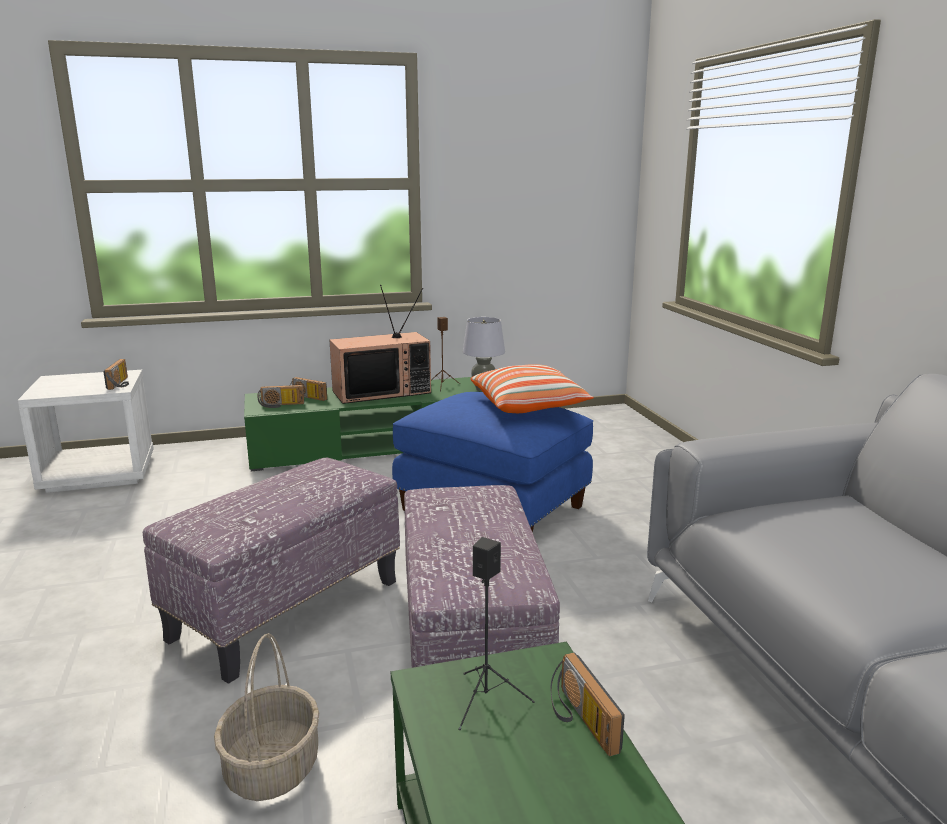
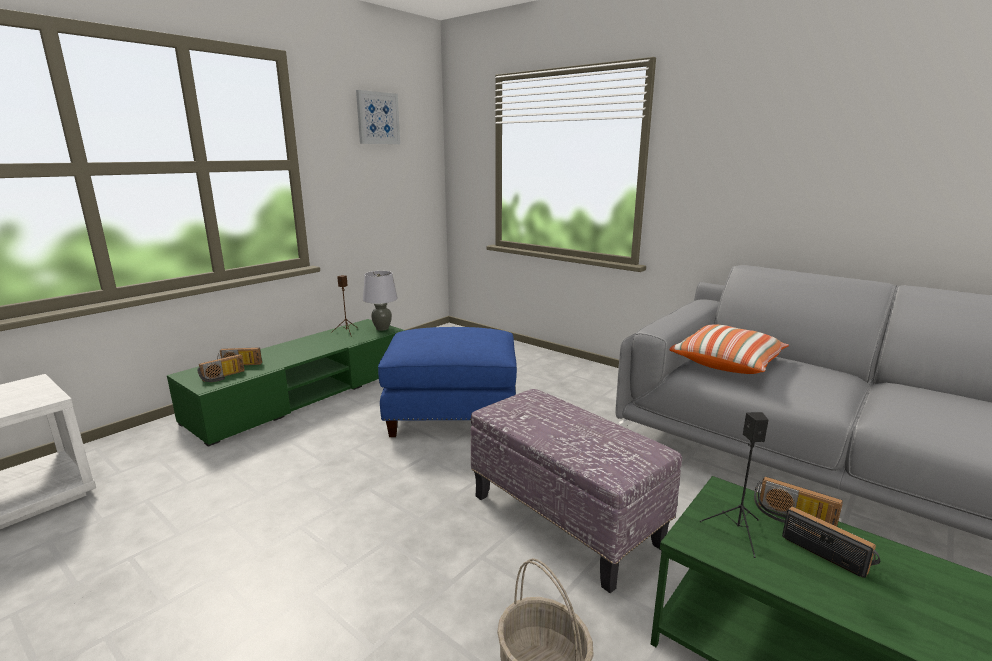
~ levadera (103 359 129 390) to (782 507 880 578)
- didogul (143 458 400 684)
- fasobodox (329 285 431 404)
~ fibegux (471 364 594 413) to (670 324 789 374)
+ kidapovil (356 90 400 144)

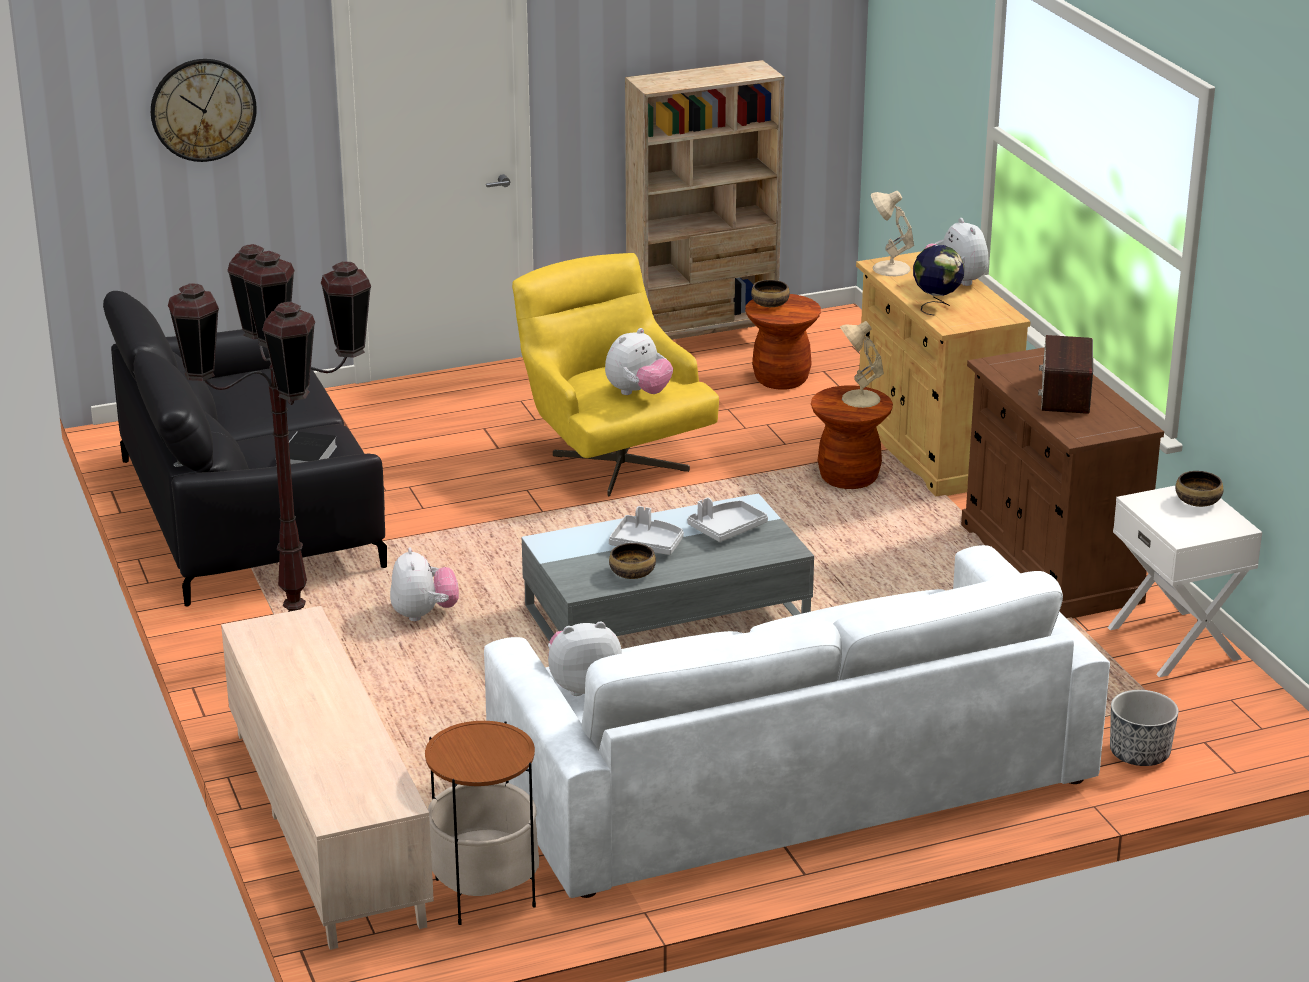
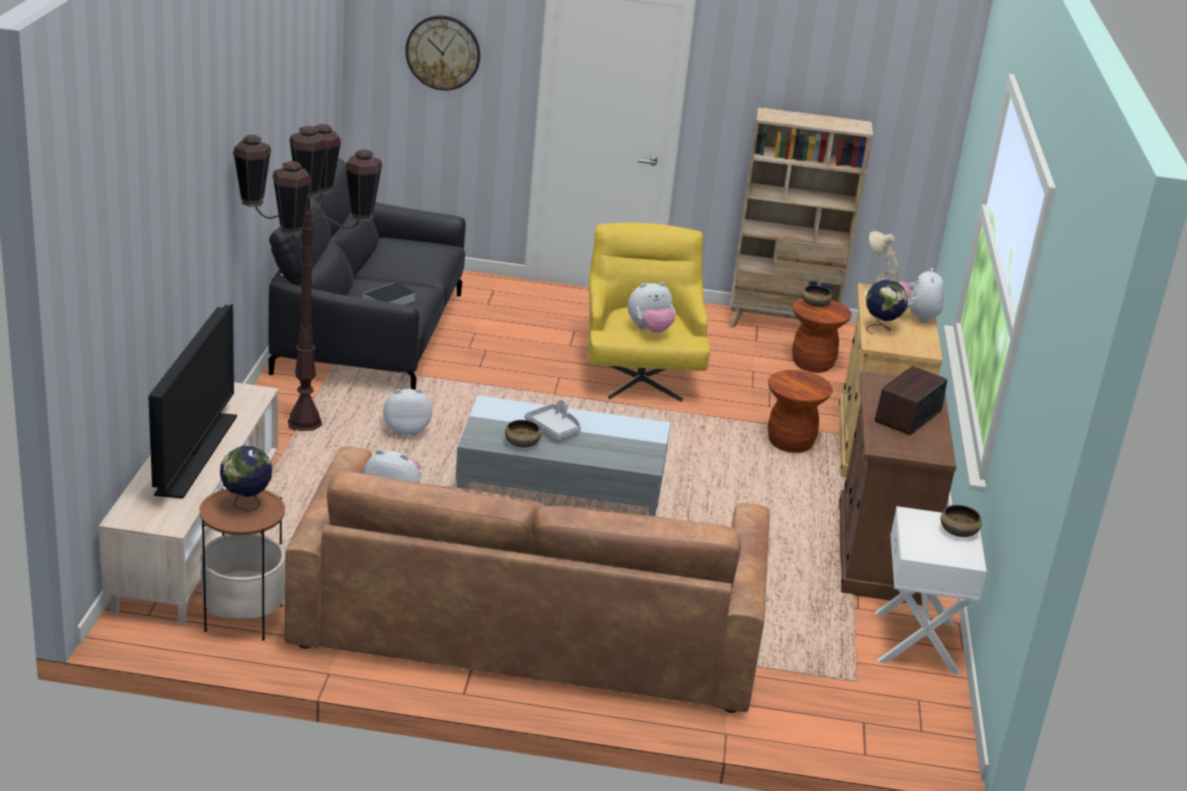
~ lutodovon (390 547 459 621) = (383 389 432 436) 120 degrees counterclockwise
~ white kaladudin (484 545 1110 898) to brown kaladudin (285 446 769 713)
- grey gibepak (687 498 768 542)
- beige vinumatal (840 321 884 408)
- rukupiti (1110 690 1179 766)
+ fasobodox (148 304 237 499)
+ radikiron (220 446 272 512)

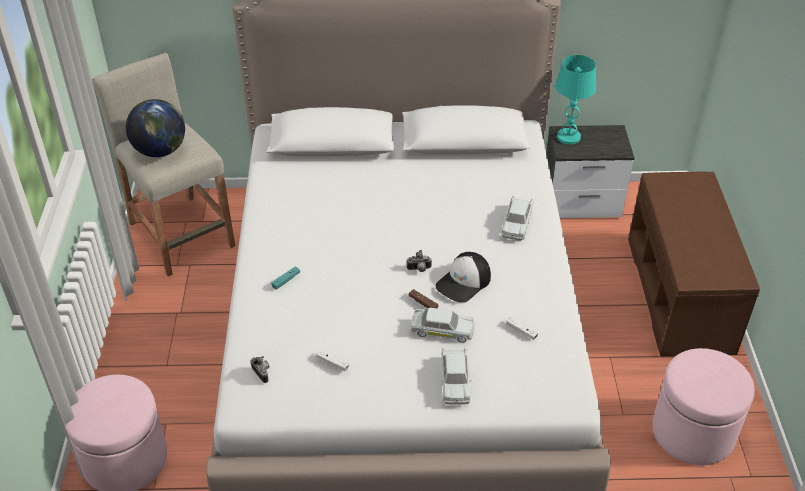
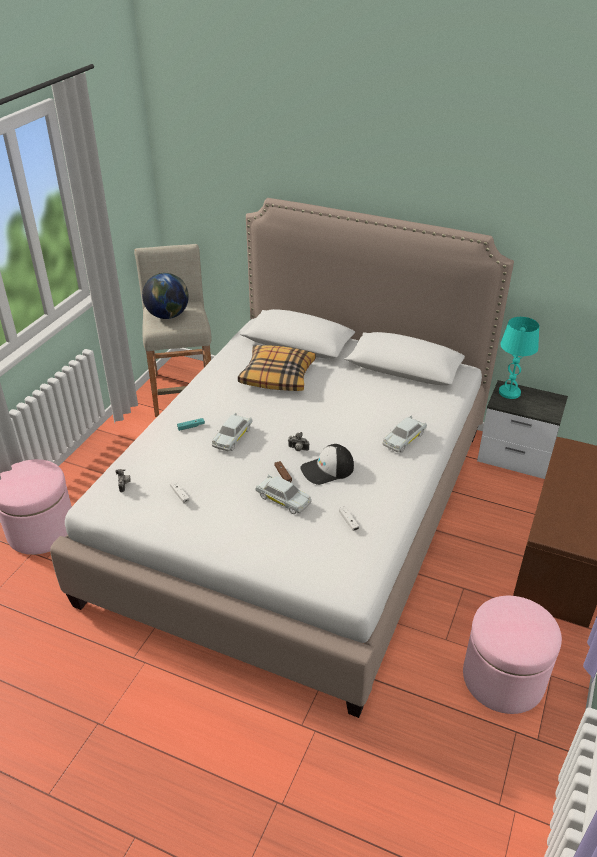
~ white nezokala (441 348 471 405) to (212 413 253 451)
+ fibegux (238 345 316 391)

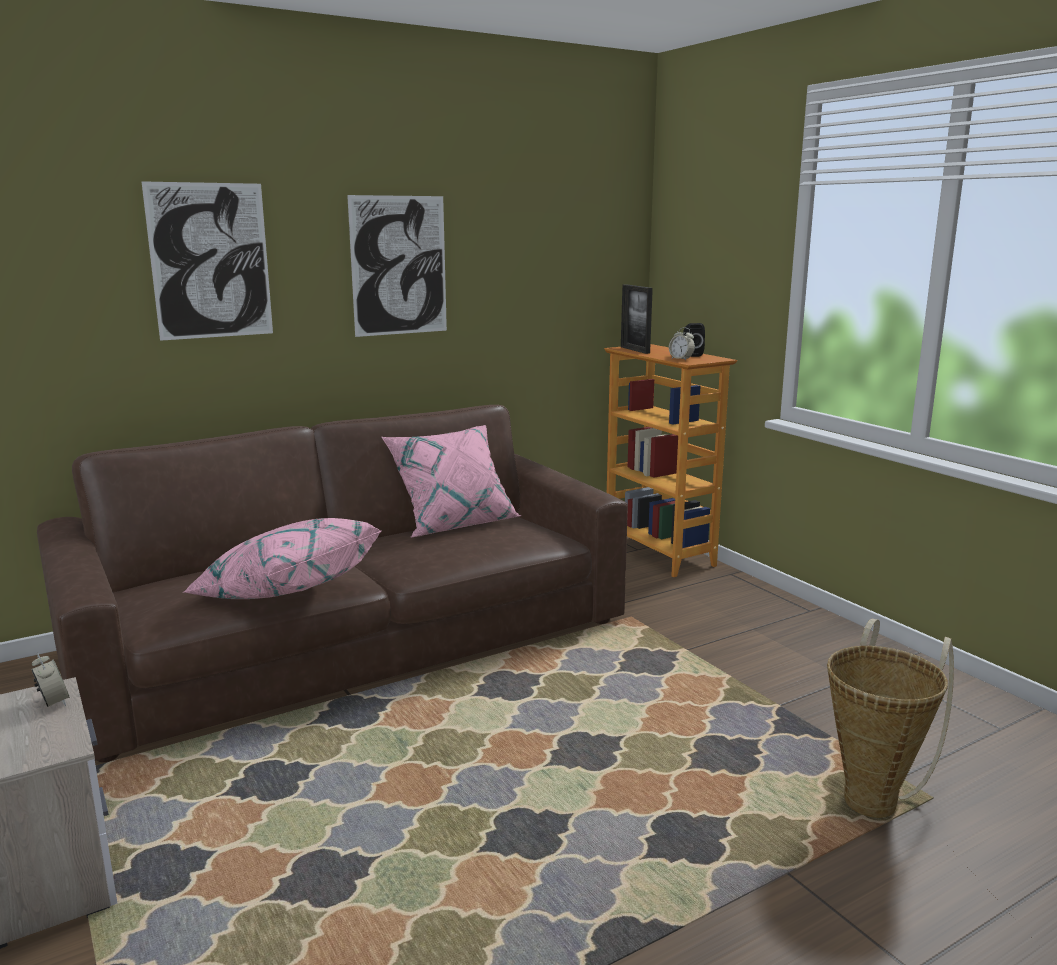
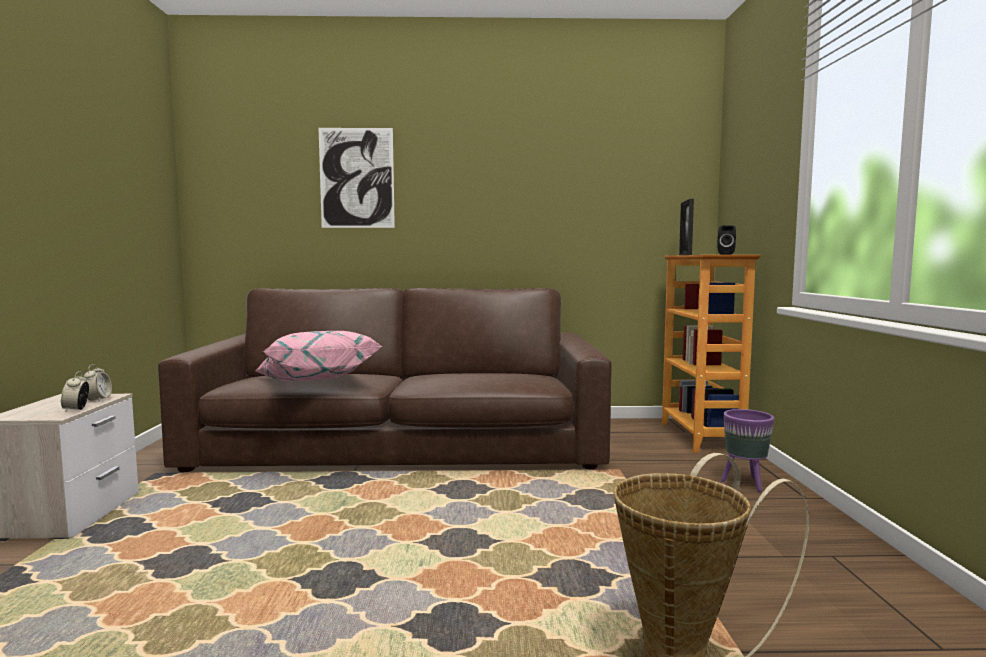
- kidapovil (347 195 447 337)
- pink fibegux (382 425 521 538)
~ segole (669 327 695 360) to (61 371 89 412)
+ purple rukupiti (721 409 774 492)

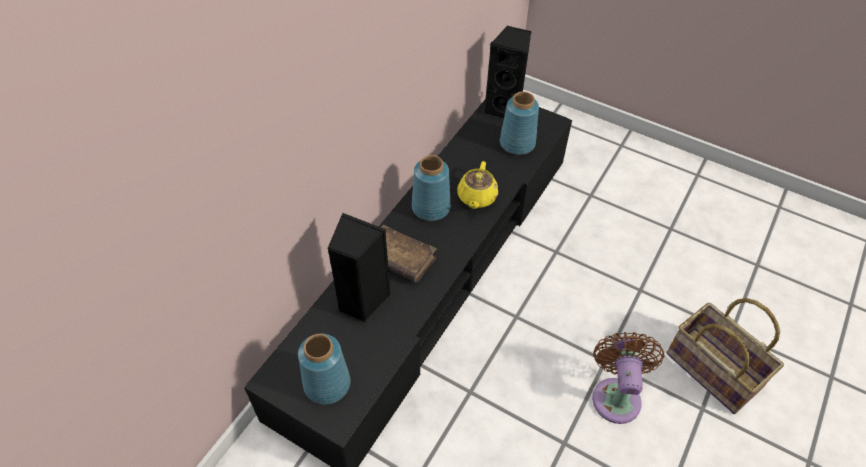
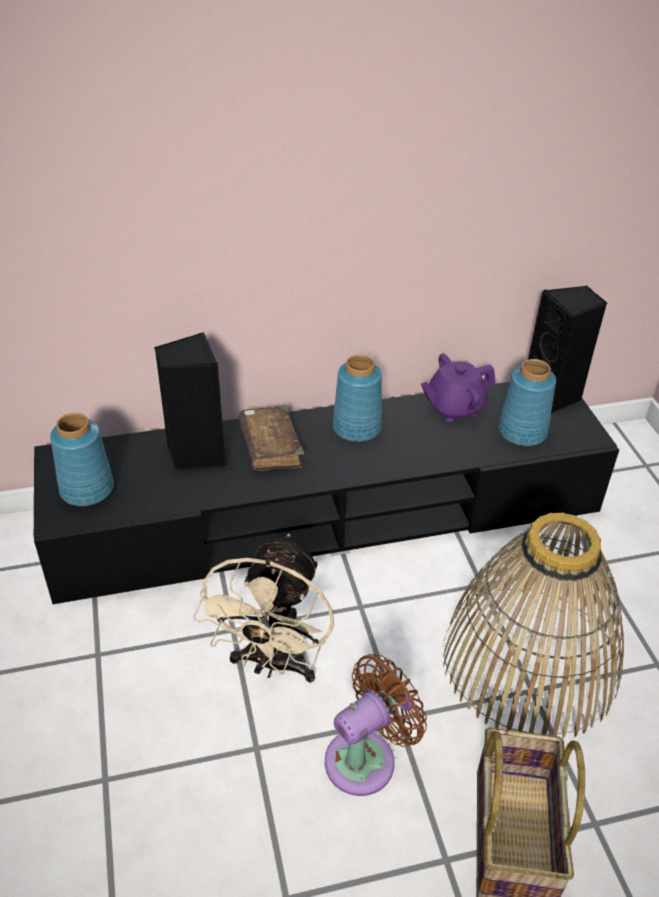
- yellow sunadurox (458 161 498 209)
+ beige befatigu (193 533 334 683)
+ purple sunadurox (421 354 496 422)
+ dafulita (443 512 624 739)

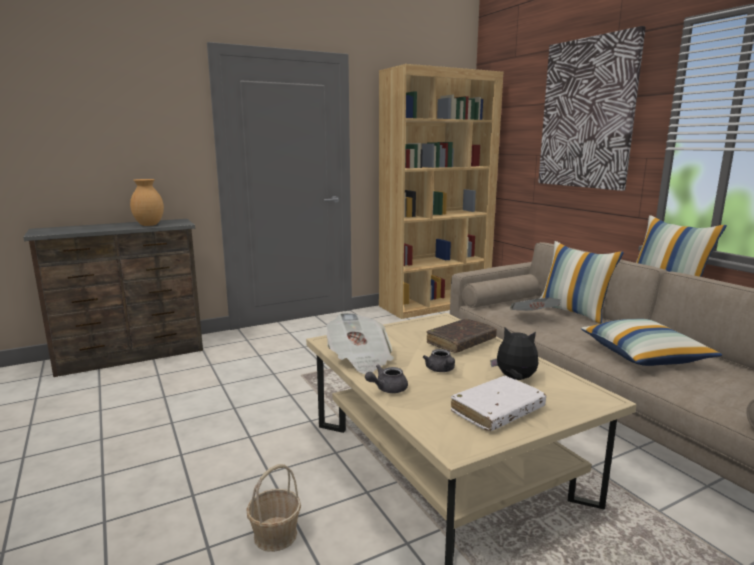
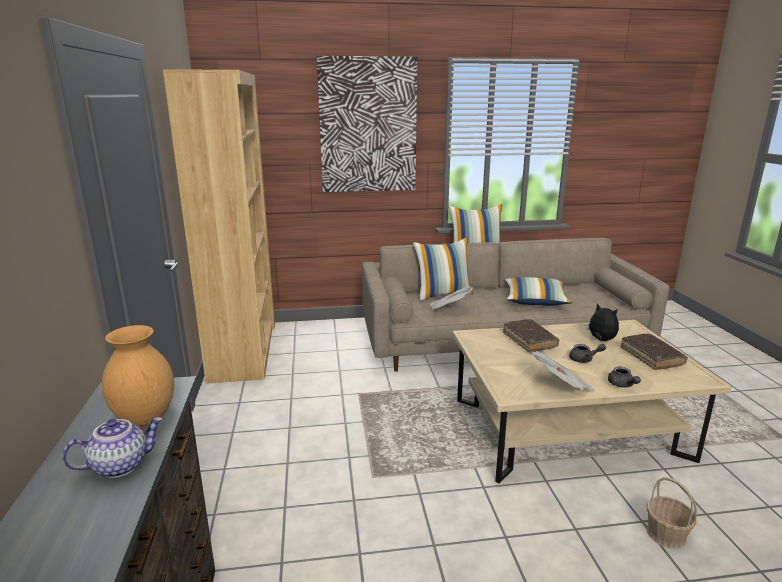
~ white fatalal (451 376 546 431) to brown fatalal (620 334 688 370)
~ lutodovon (490 327 539 380) = (584 303 619 341) 90 degrees clockwise
+ sunadurox (62 417 163 478)

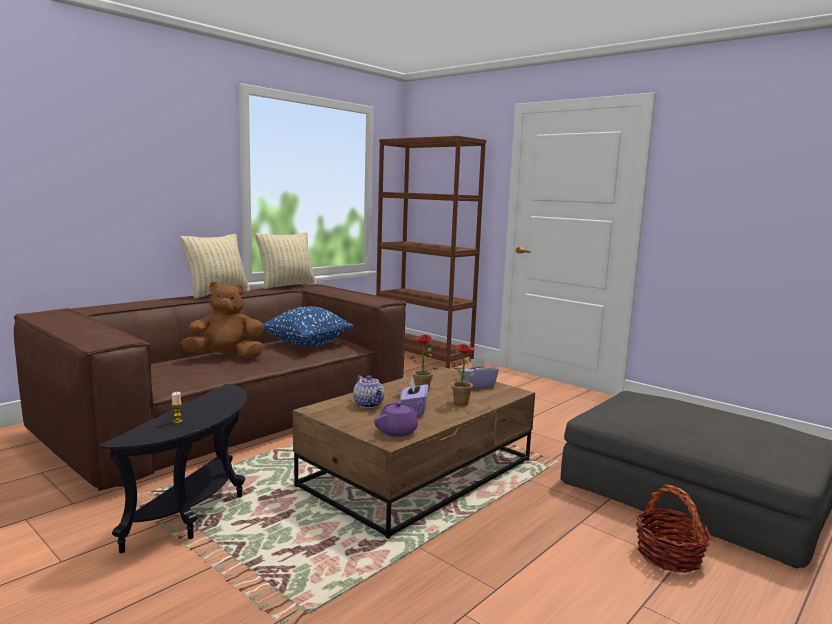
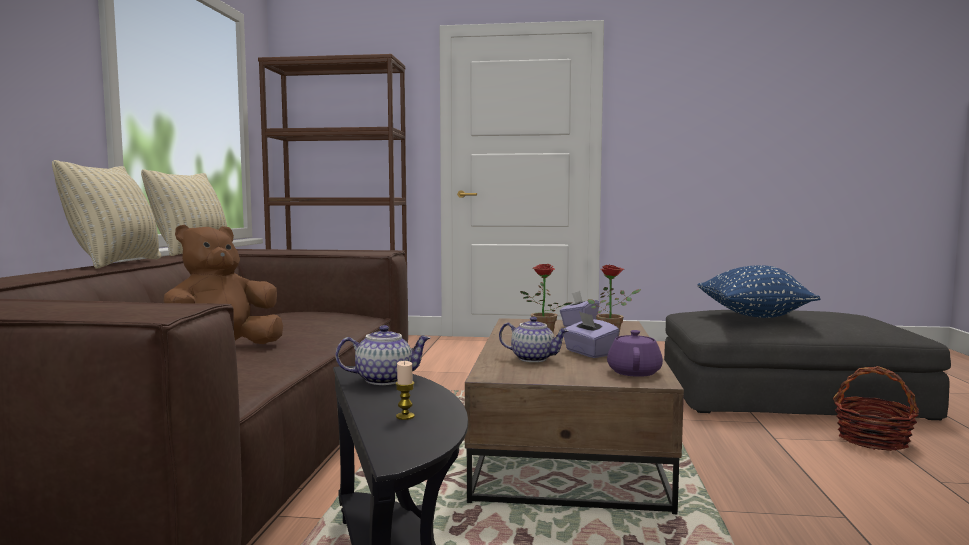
~ blue fibegux (262 306 353 347) to (698 265 820 318)
+ sunadurox (335 325 430 385)

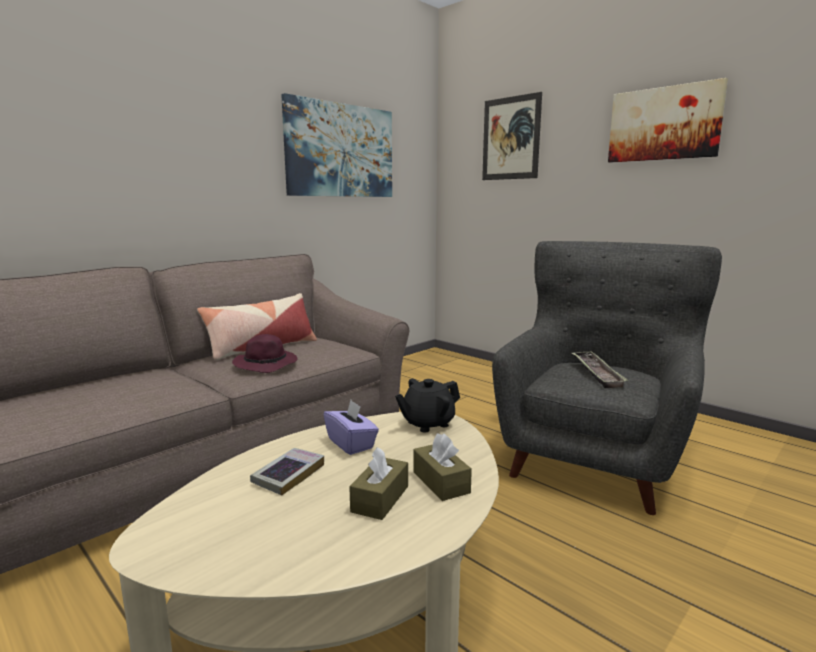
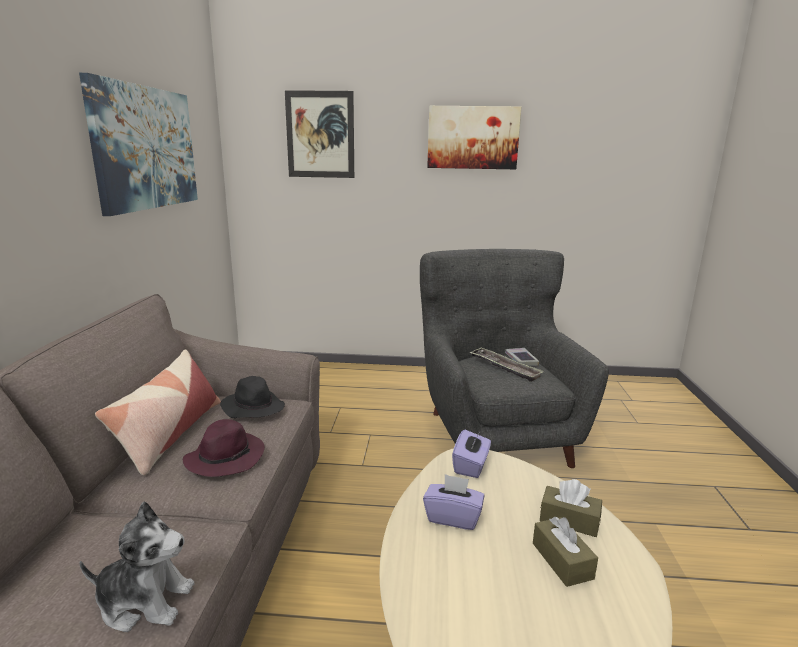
~ fatalal (250 448 324 496) to (505 348 539 366)
~ black sunadurox (395 379 460 432) to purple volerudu (452 430 491 478)
+ lutodovon (79 502 195 632)
+ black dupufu (220 376 285 418)

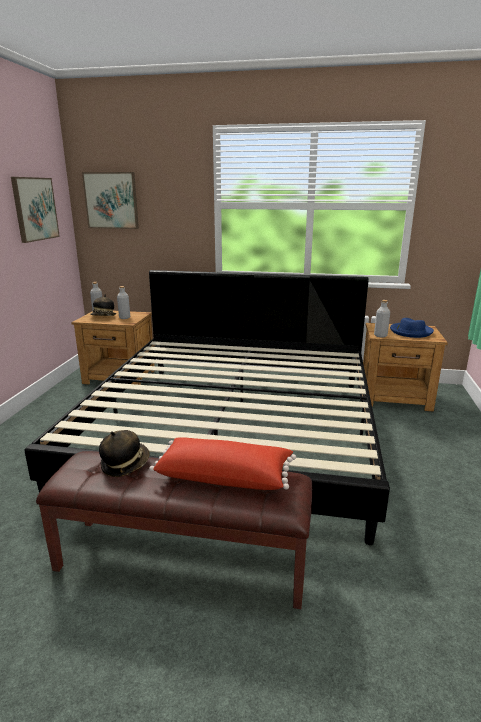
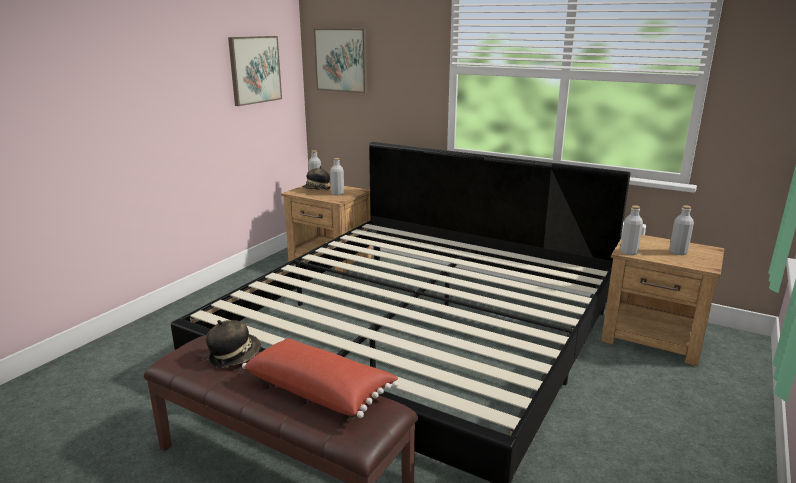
~ blue dupufu (390 318 434 338) to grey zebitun (669 205 694 255)

